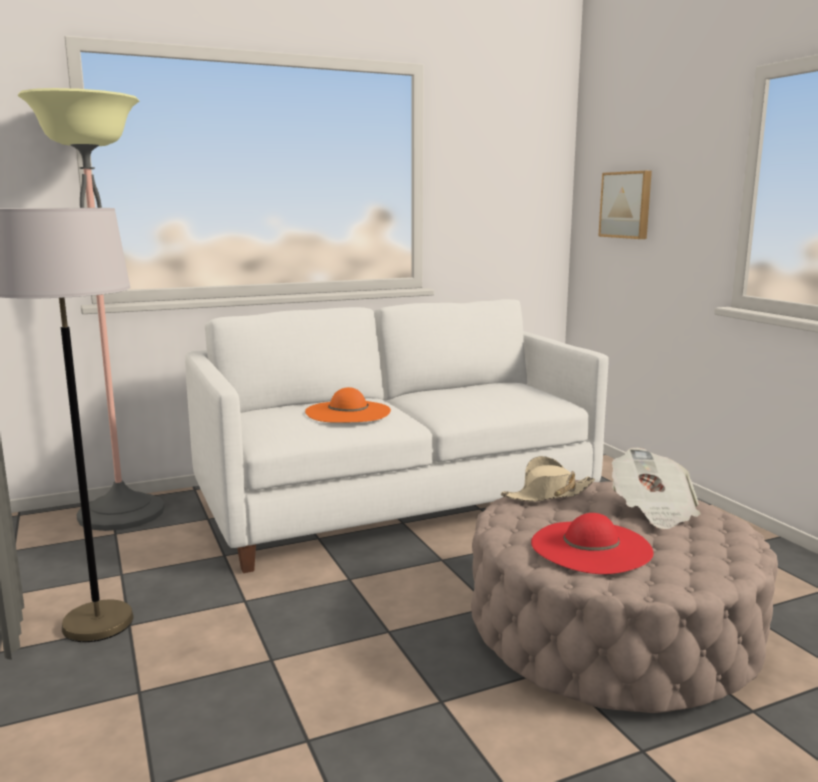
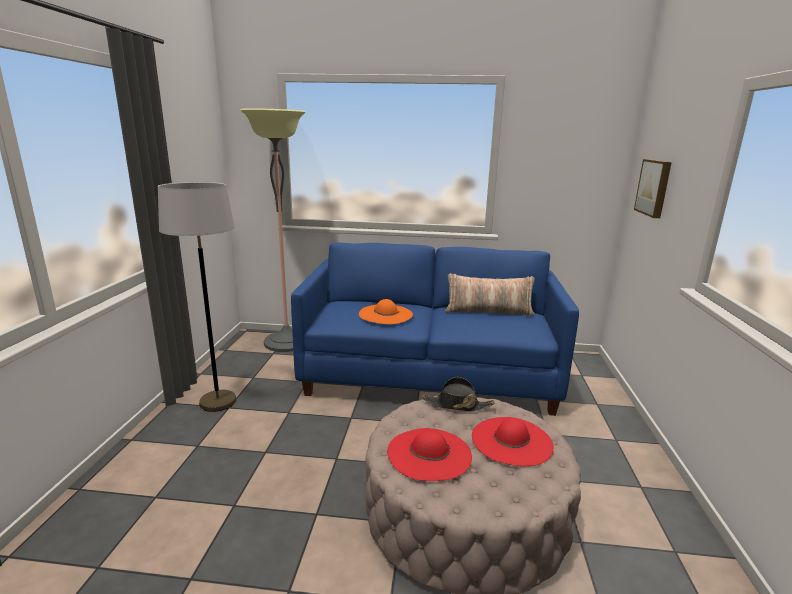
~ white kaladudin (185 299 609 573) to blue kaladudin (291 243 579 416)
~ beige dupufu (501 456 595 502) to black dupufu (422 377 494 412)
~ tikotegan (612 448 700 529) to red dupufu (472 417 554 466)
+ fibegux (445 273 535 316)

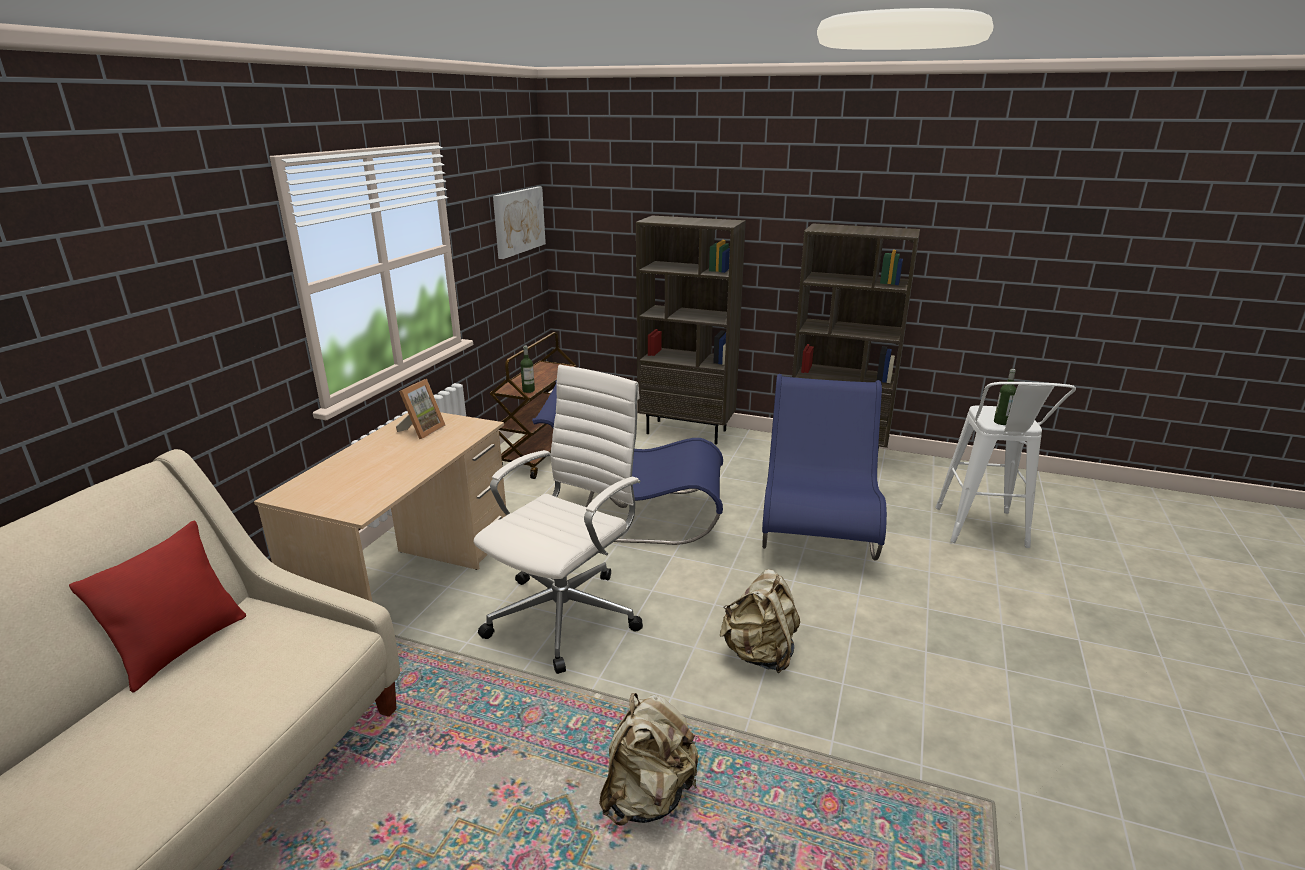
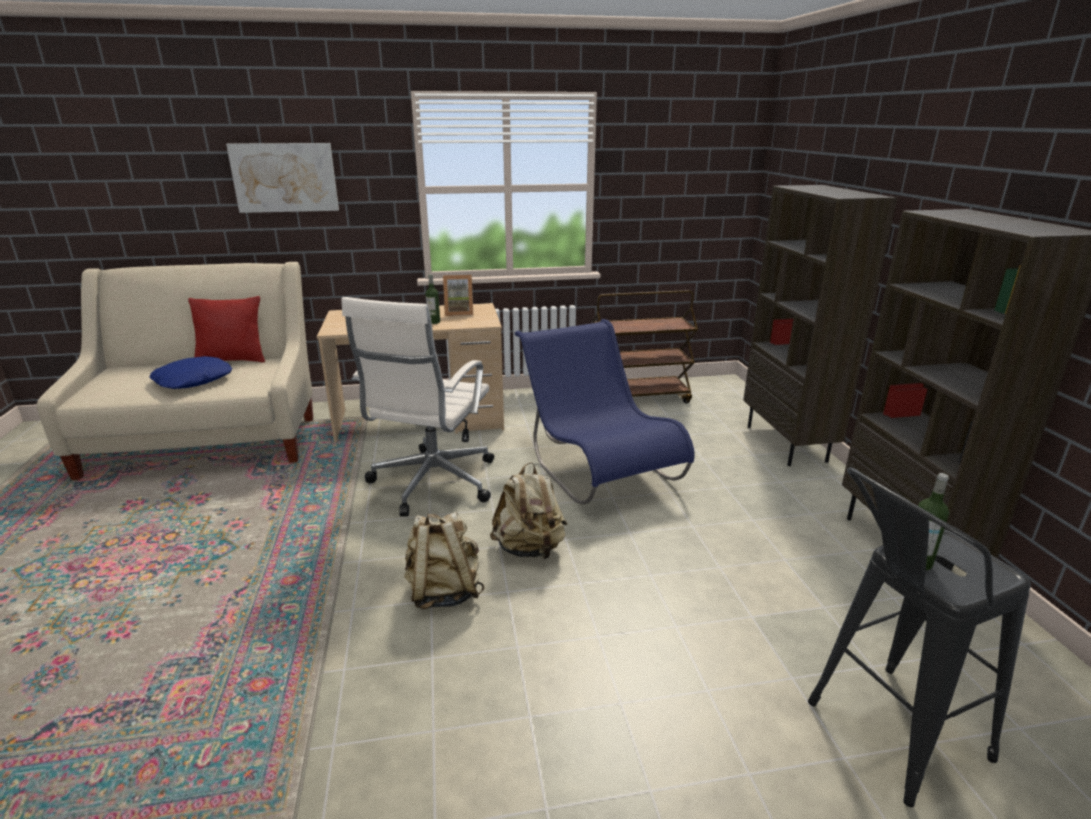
~ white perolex (474 365 643 674) = (341 297 494 517) 105 degrees clockwise
~ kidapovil (493 187 546 259) to (226 143 339 213)
~ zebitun (520 346 535 393) to (425 274 440 324)
~ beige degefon (599 693 698 826) to (490 462 567 560)
- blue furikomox (762 374 887 561)
~ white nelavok (935 382 1076 548) to black nelavok (808 467 1031 807)
+ blue fibegux (149 356 232 389)

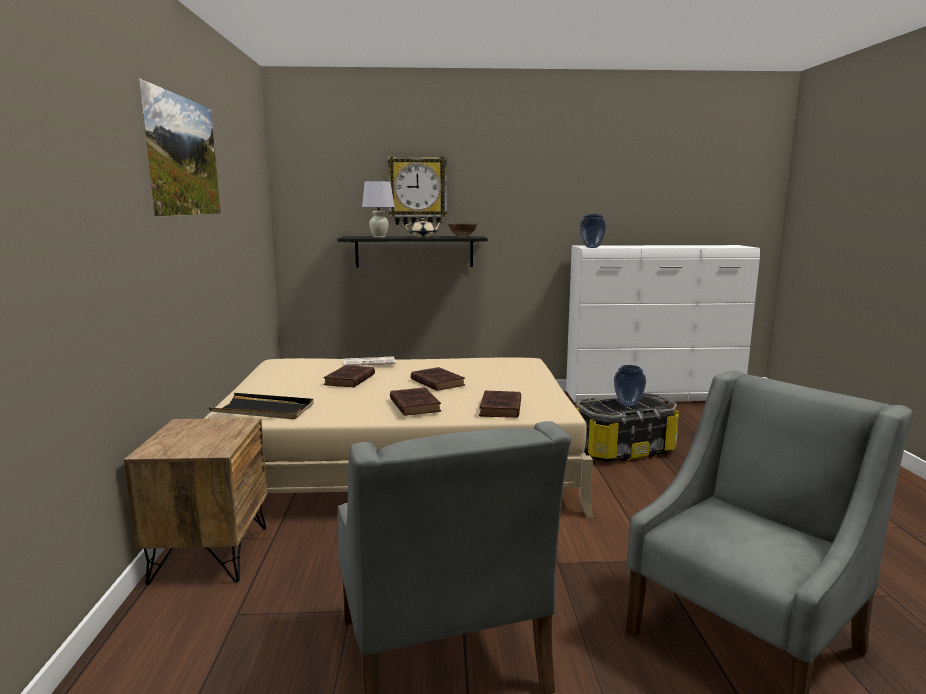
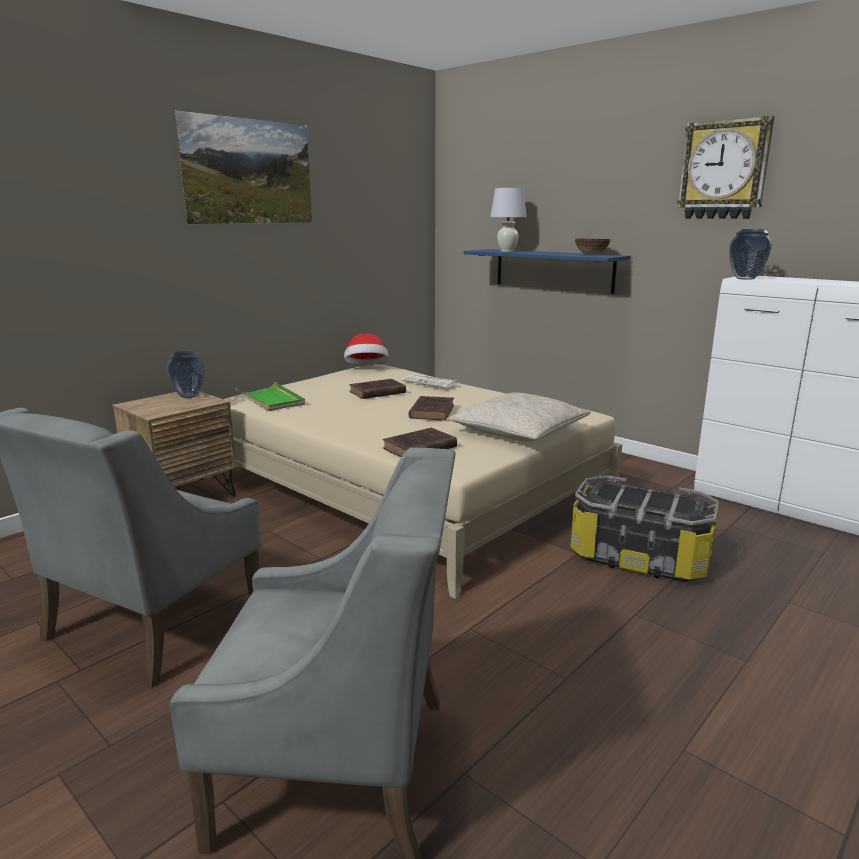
~ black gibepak (209 393 314 420) to green gibepak (235 382 305 411)
~ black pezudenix (337 236 488 268) to blue pezudenix (464 249 631 294)
~ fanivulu (388 156 447 225) to (677 116 774 219)
- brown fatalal (390 387 441 416)
- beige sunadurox (405 218 442 237)
~ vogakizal (614 365 646 407) to (167 351 205 398)
+ dupufu (344 334 389 365)
+ beige fibegux (448 392 591 442)

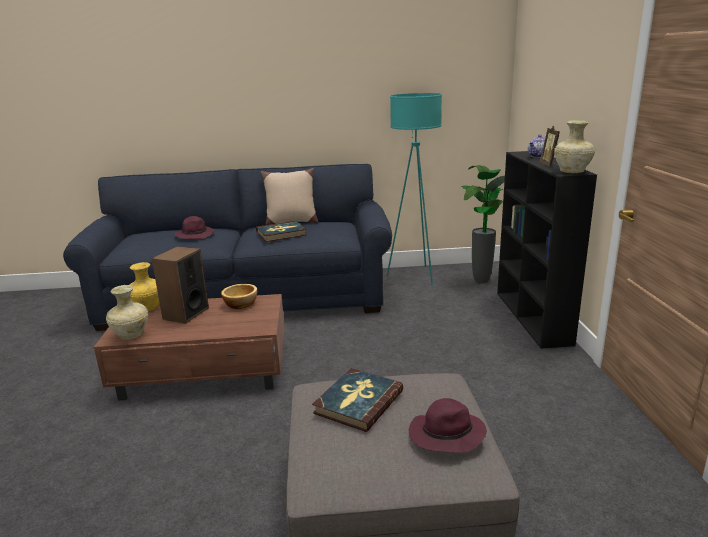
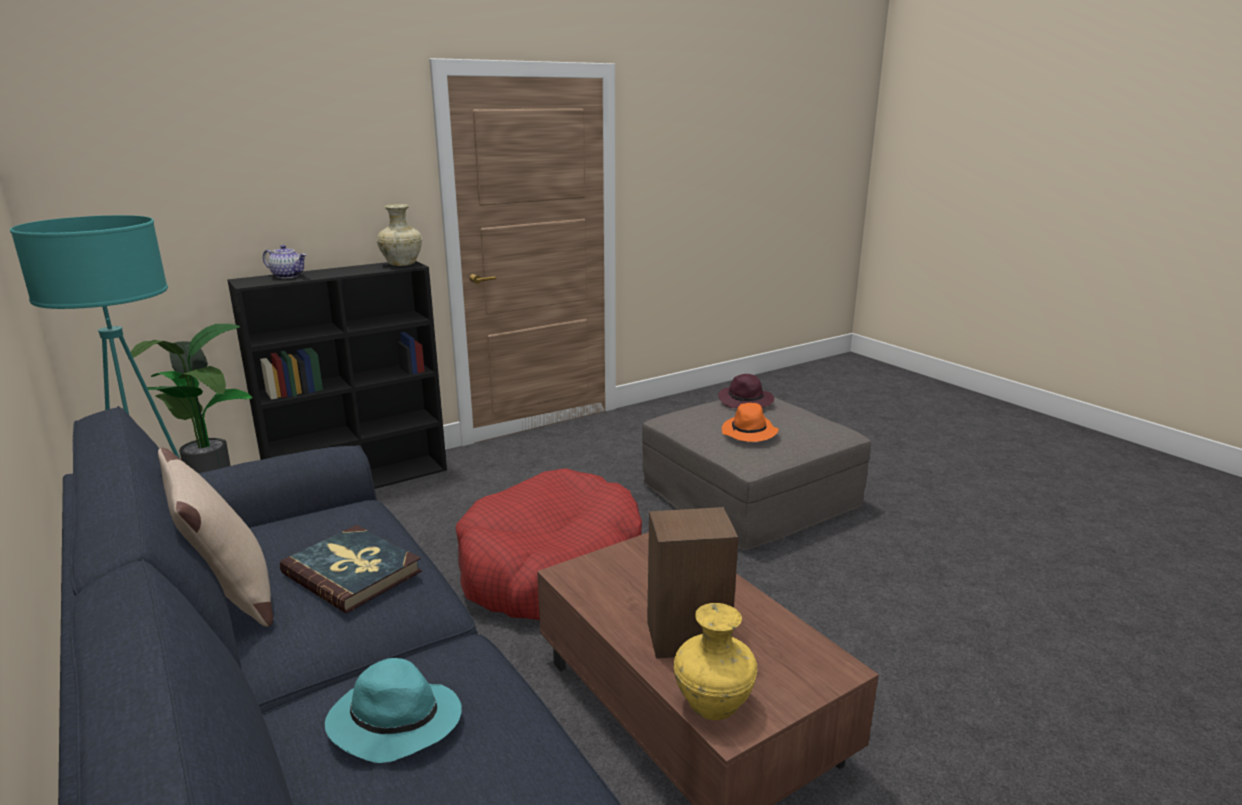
- beige vogakizal (106 285 148 340)
~ purple dupufu (174 216 215 239) to turquoise dupufu (325 658 462 763)
- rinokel (221 284 257 309)
~ fatalal (312 368 403 432) to orange dupufu (722 403 779 442)
- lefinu (540 126 560 166)
+ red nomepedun (456 468 642 620)

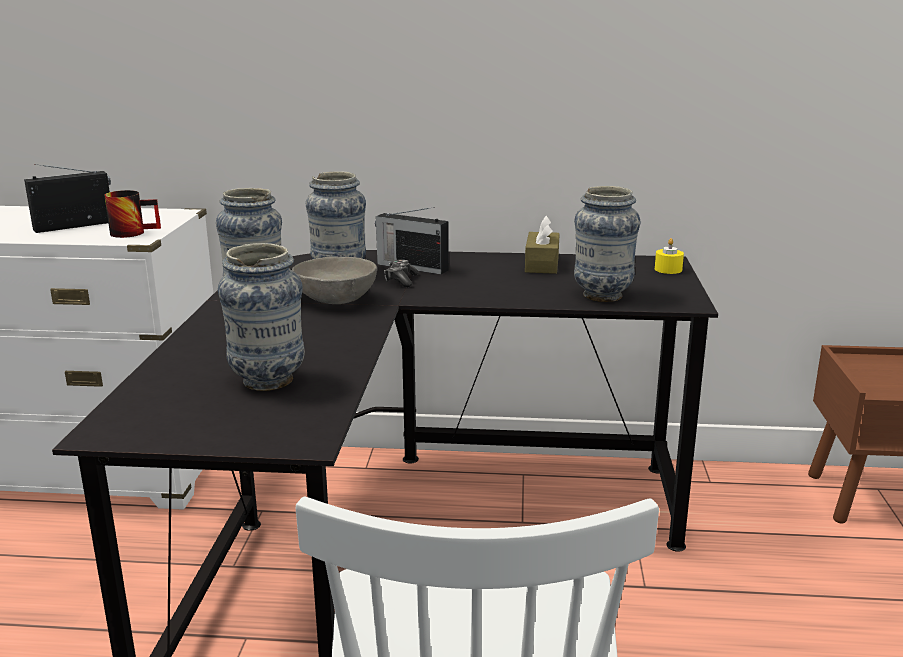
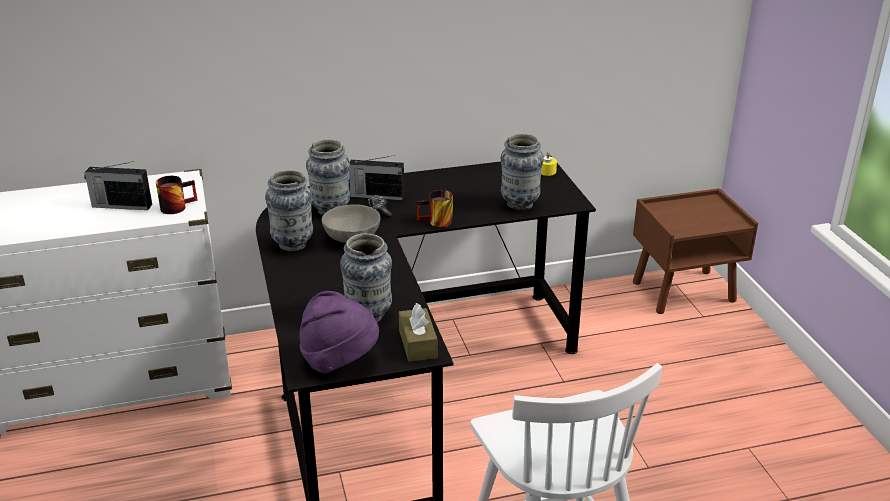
~ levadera (24 164 111 233) = (84 161 152 210) 120 degrees counterclockwise
~ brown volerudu (525 215 560 274) to (399 303 437 362)
+ purple dupufu (300 291 379 374)
+ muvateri (417 190 453 227)

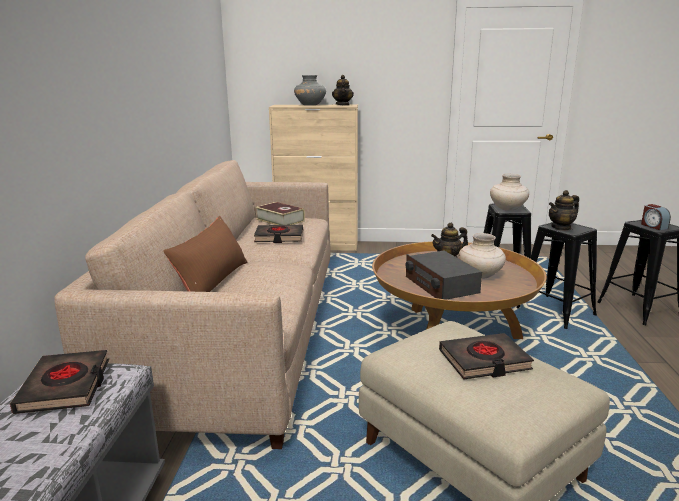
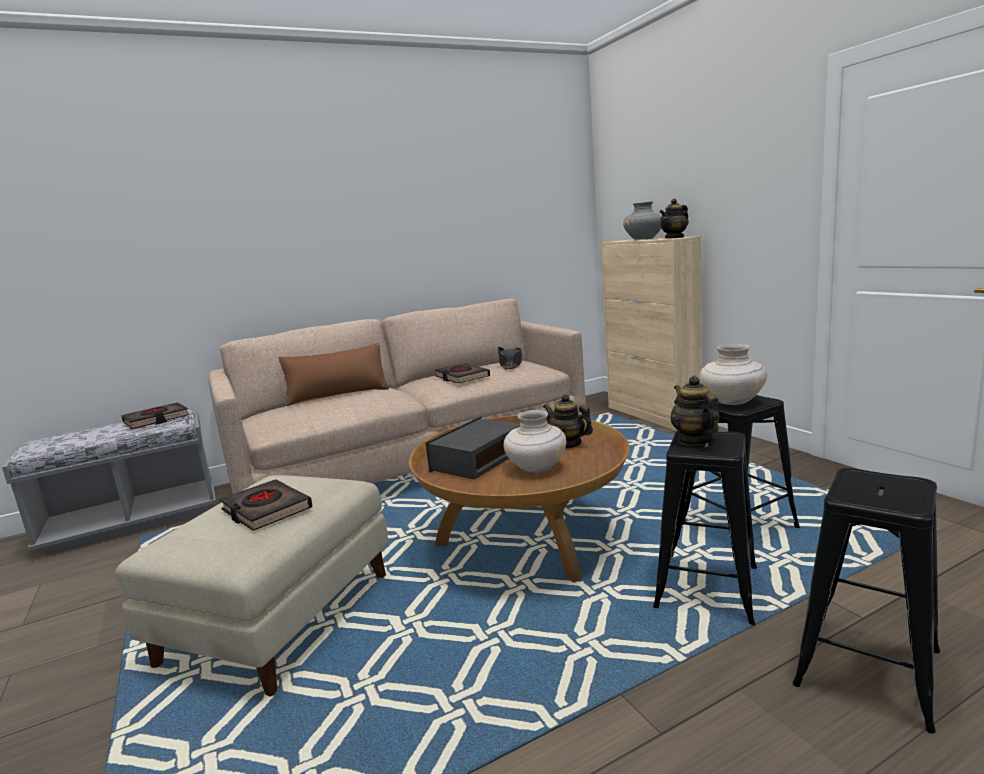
~ fatalal (255 202 305 225) to black dupufu (498 347 523 369)
~ sunadurox (549 190 579 231) = (671 375 719 445) 45 degrees clockwise
- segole (641 204 671 230)

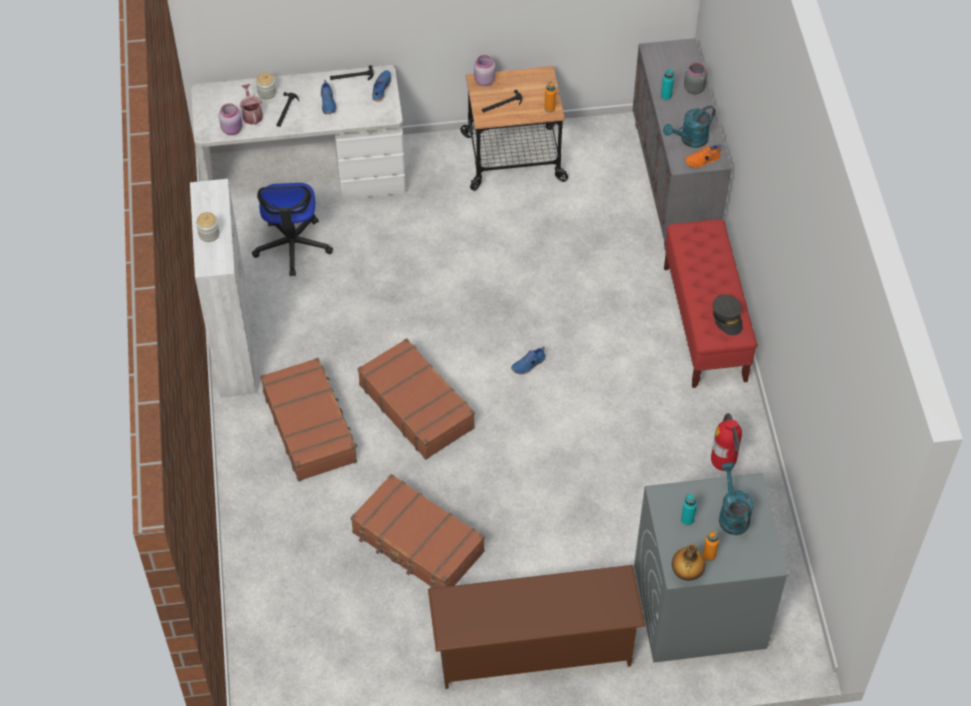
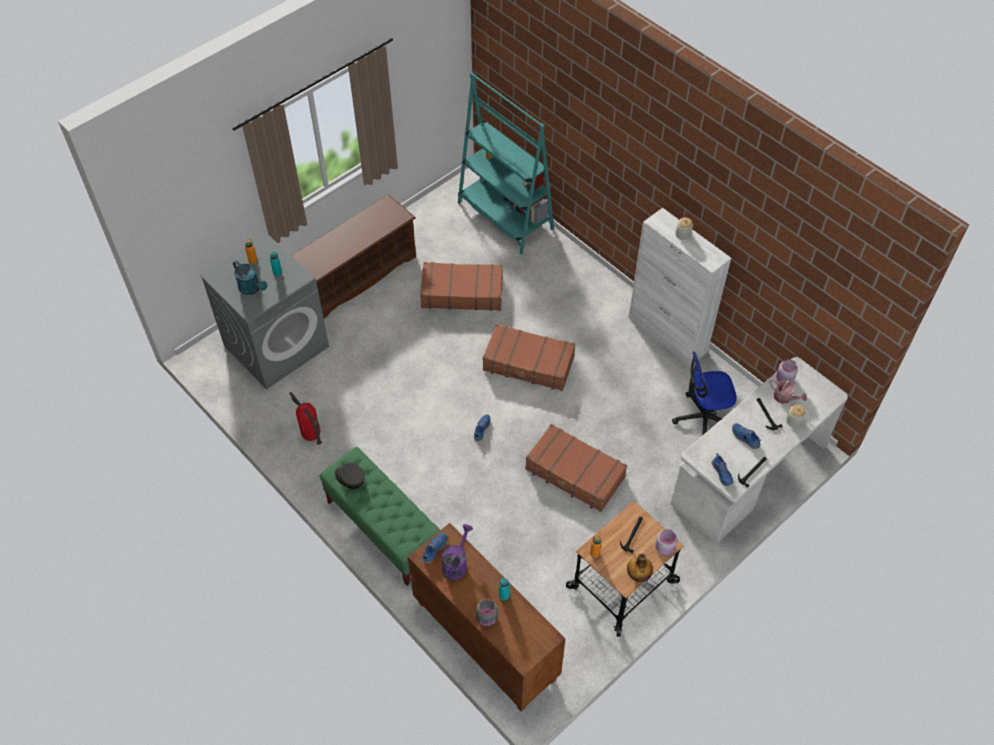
~ perolex (252 183 333 276) = (672 351 737 436) 60 degrees counterclockwise
~ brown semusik (260 358 358 481) to (525 424 627 512)
~ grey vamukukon (633 38 732 246) to brown vamukukon (408 523 566 712)
~ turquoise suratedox (663 105 715 148) to purple suratedox (442 524 473 580)
~ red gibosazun (664 219 758 388) to green gibosazun (319 447 440 586)
~ zebitun (672 543 706 581) to (627 553 653 582)
~ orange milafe (684 144 721 168) to blue milafe (422 533 447 564)
+ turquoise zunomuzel (458 72 554 254)

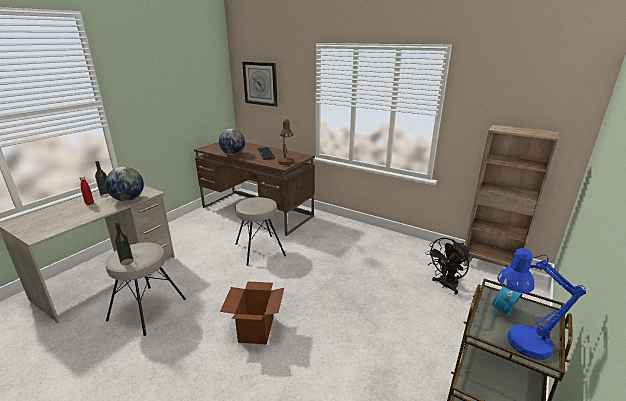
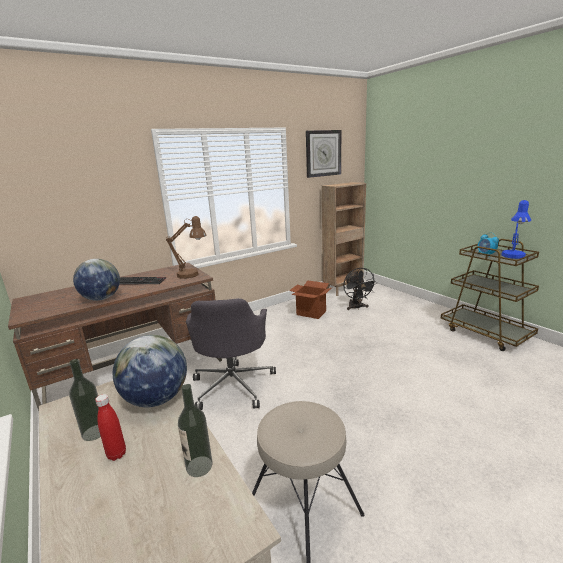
~ zebitun (114 222 134 265) to (178 384 213 477)
~ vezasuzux (220 282 284 344) to (289 280 331 319)
~ beige nelavok (235 197 286 266) to grey perolex (186 298 276 410)
~ fanivulu (242 61 278 107) to (306 130 341 178)

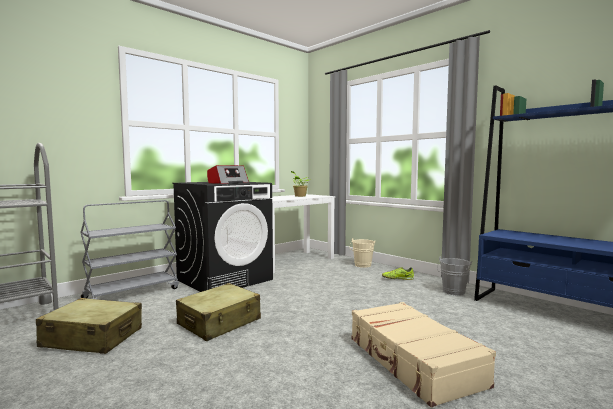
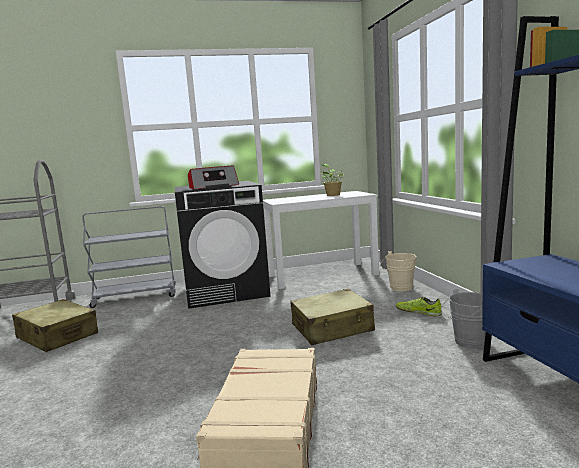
~ beige semusik (176 283 261 341) to (290 289 375 345)

